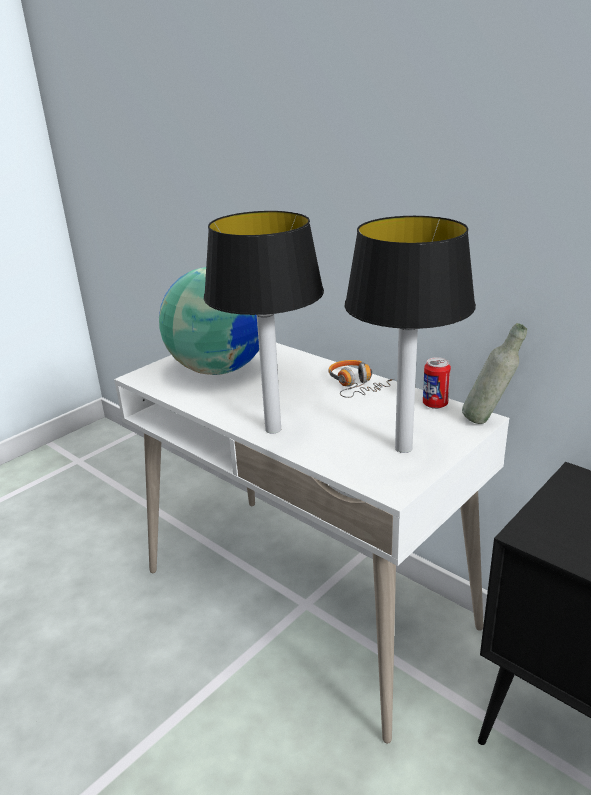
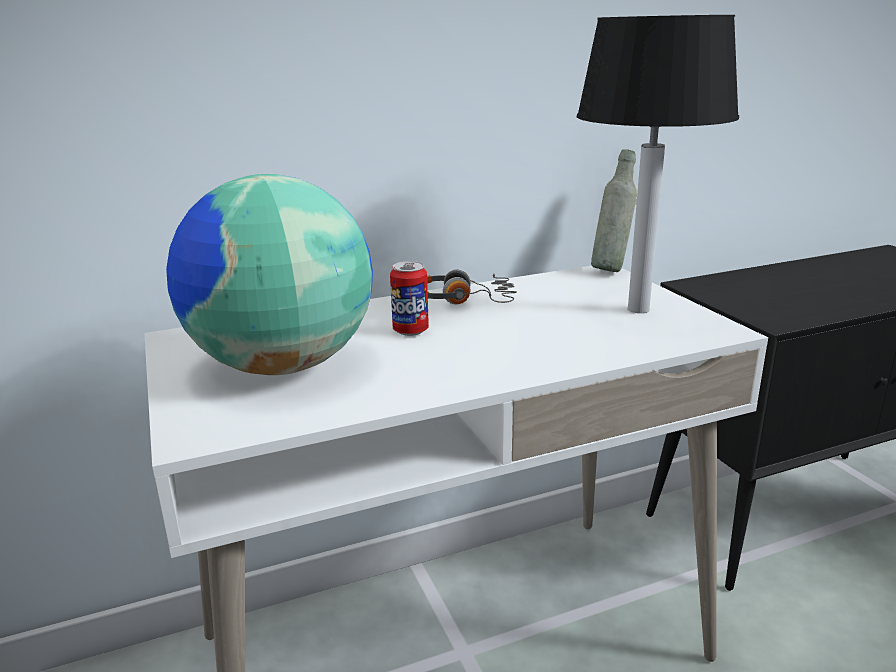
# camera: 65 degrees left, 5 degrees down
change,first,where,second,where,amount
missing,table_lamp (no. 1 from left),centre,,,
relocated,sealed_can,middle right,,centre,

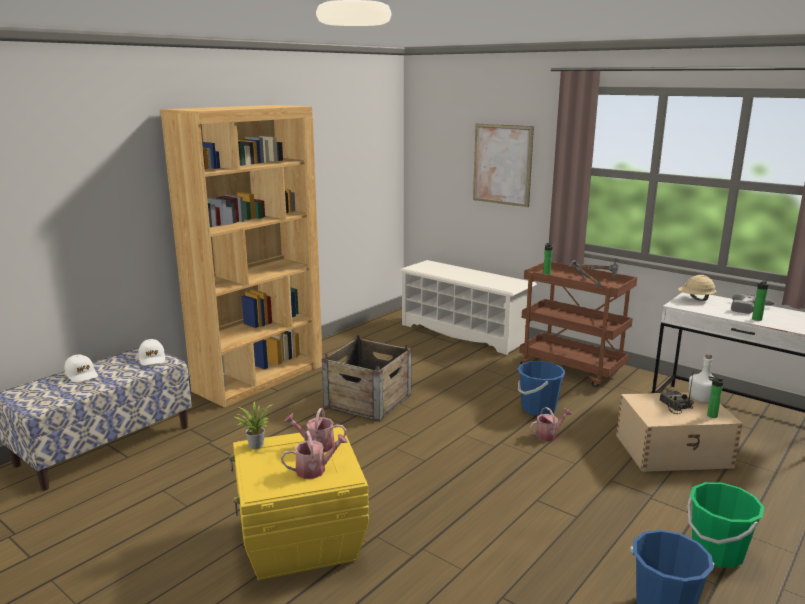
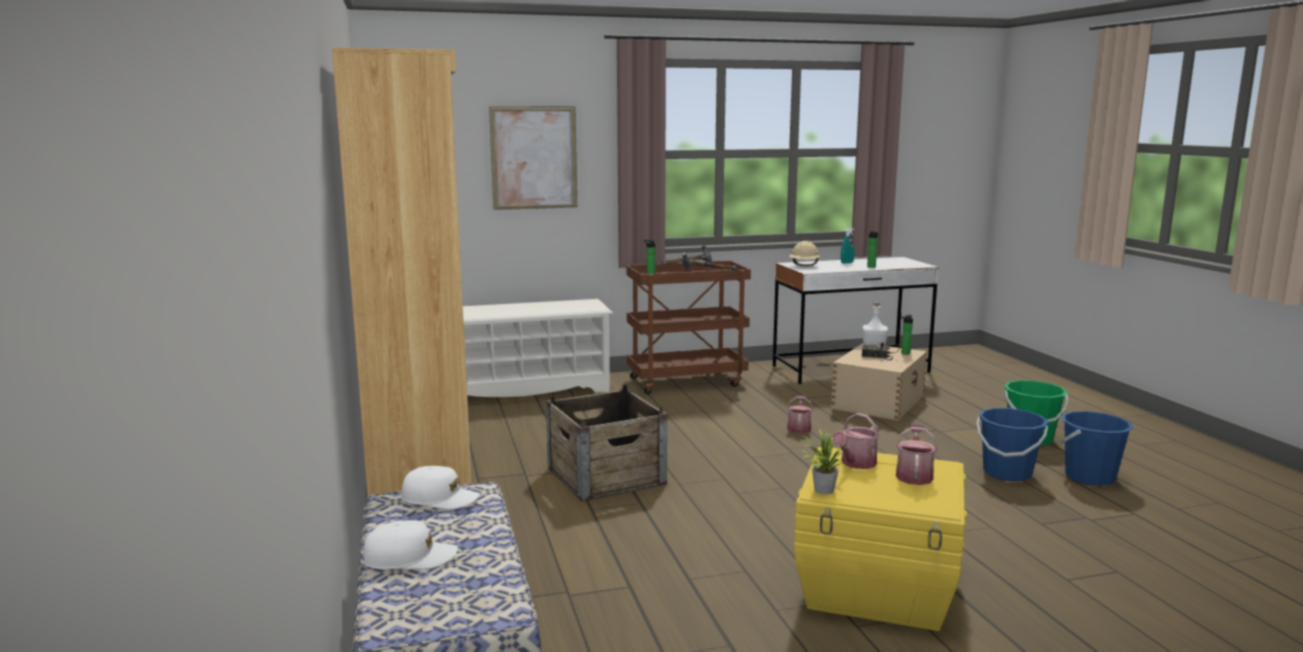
# camera: 55 degrees left, 5 degrees down
change,first,where,second,where,amount
relocated,blue_bucket (no. 1 from left),middle right,,bottom right,
exchanged,power_drill,middle right,blue-green_spray_bottle,centre,

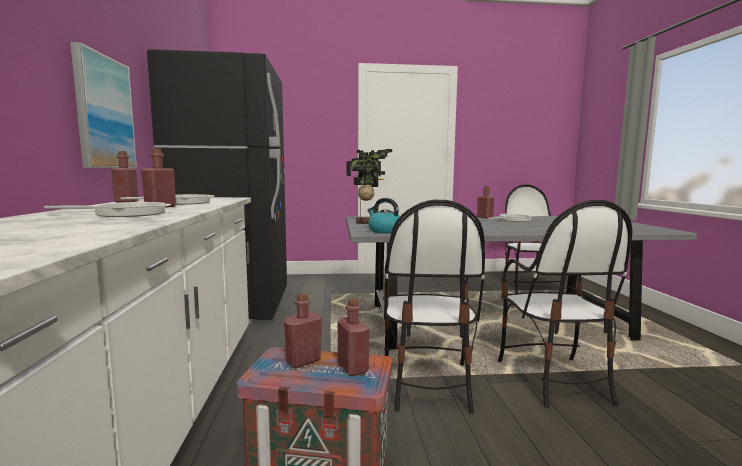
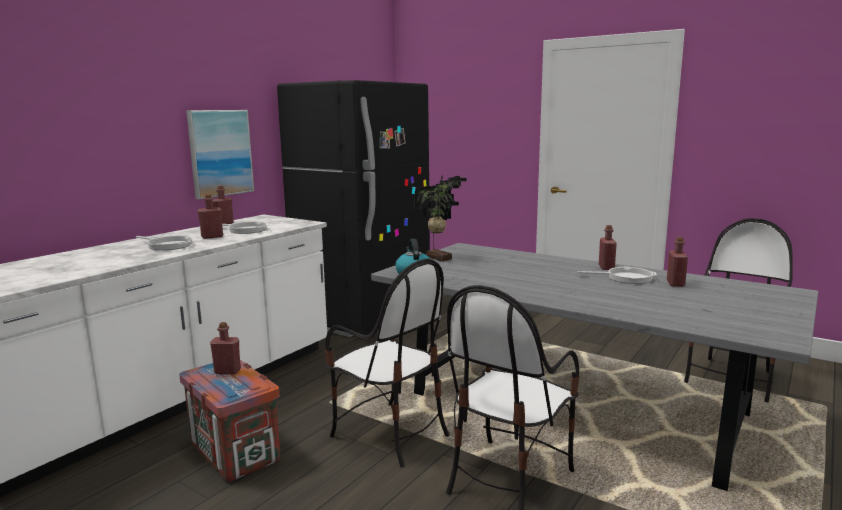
# camera: 40 degrees right, 5 degrees up
change,first,where,second,where,amount
relocated,red_bottle (no. 4 from left in the first image),bottom centre,red_bottle (no. 5 from left),middle right,
spun,plain_chair (no. 1 from left),centre,,bottom centre,90 degrees counterclockwise

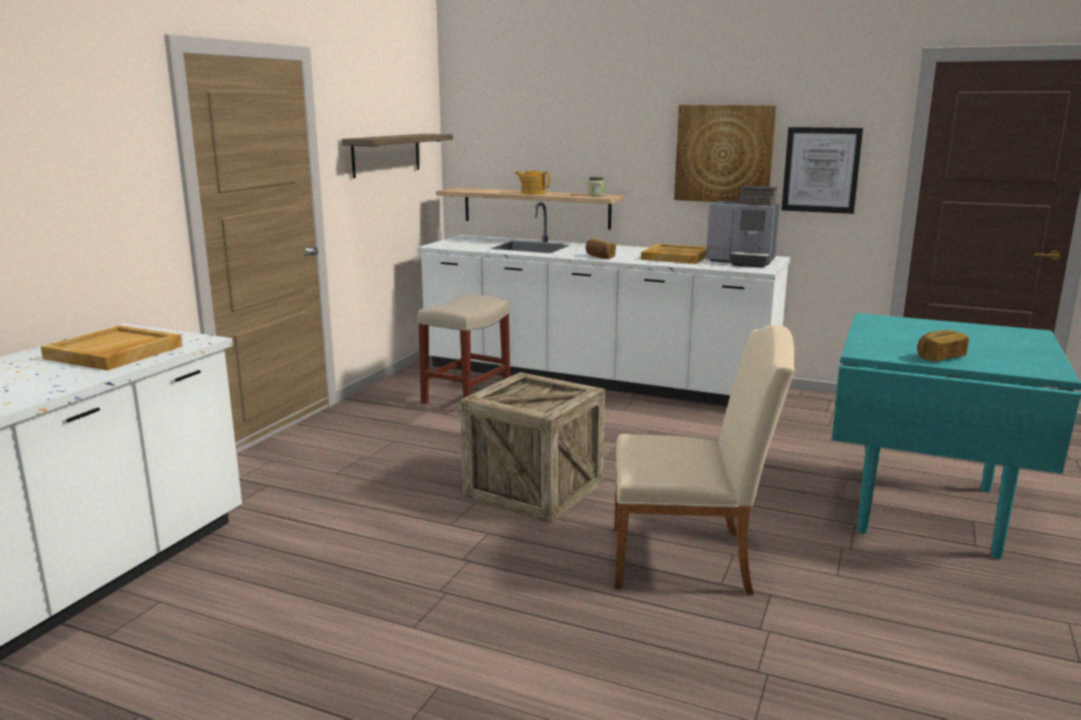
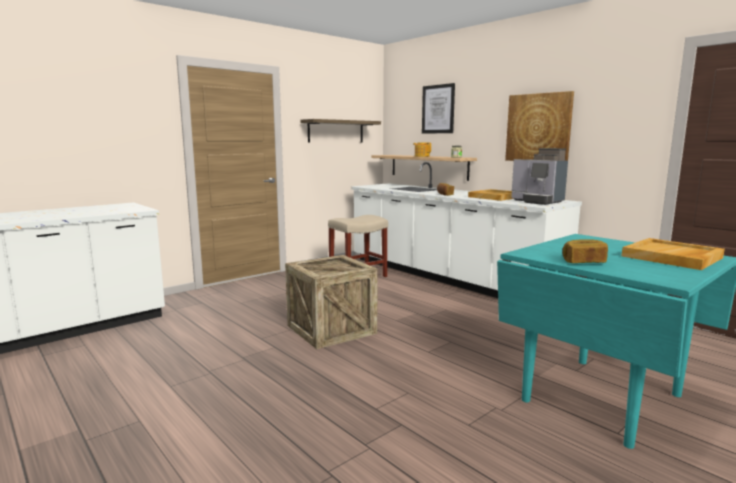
# camera: 25 degrees right, 5 degrees down
change,first,where,second,where,amount
missing,beige_plain_chair,centre,,,
relocated,beige_tray (no. 1 from left in the first image),middle left,beige_tray (no. 2 from left),middle right,
relocated,picture (no. 2 from left in the first image),top right,picture (no. 1 from left),top centre,

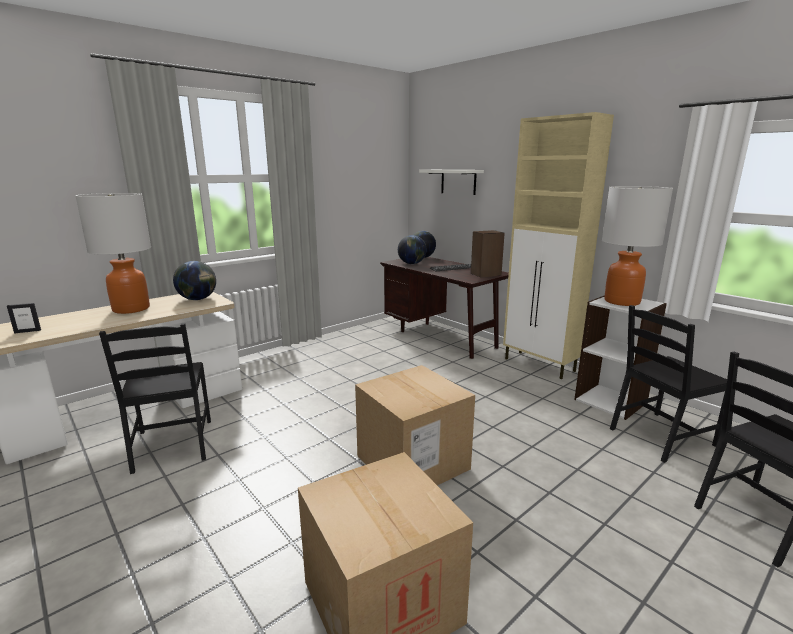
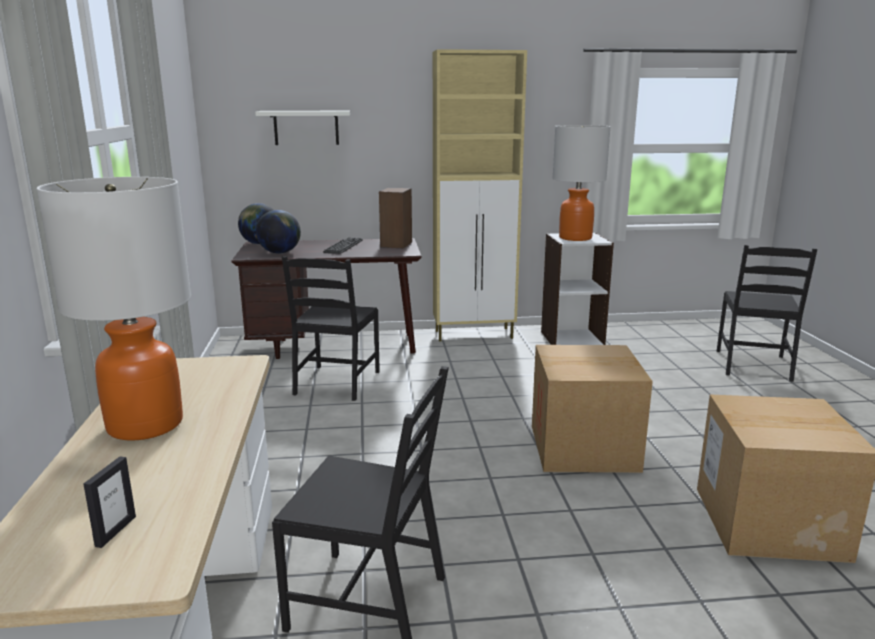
# camera: 55 degrees left, 0 degrees up
change,first,where,second,where,amount
missing,desk_globe (no. 1 from left),middle left,,,
relocated,black_plain_chair (no. 2 from left in the first image),middle right,black_plain_chair (no. 1 from left),centre,

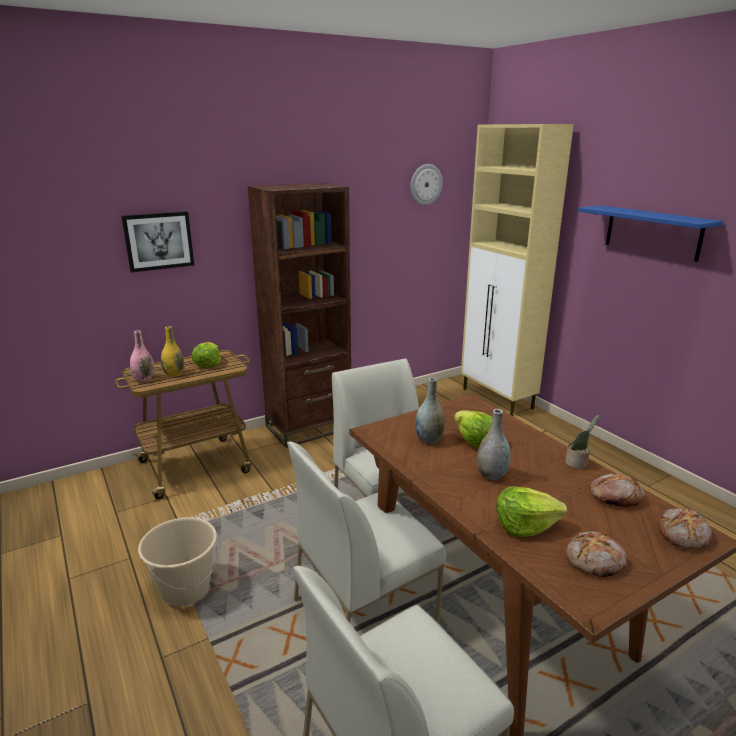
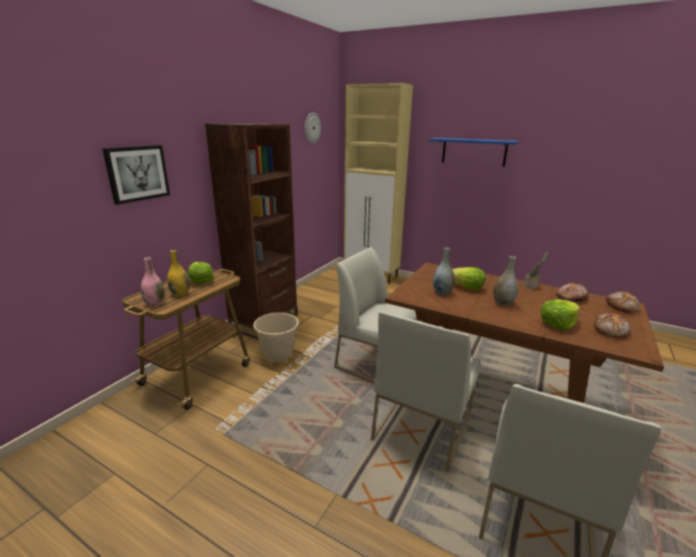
# camera: 30 degrees left, 0 degrees up
change,first,where,second,where,amount
relocated,beige_bucket,bottom left,,centre,

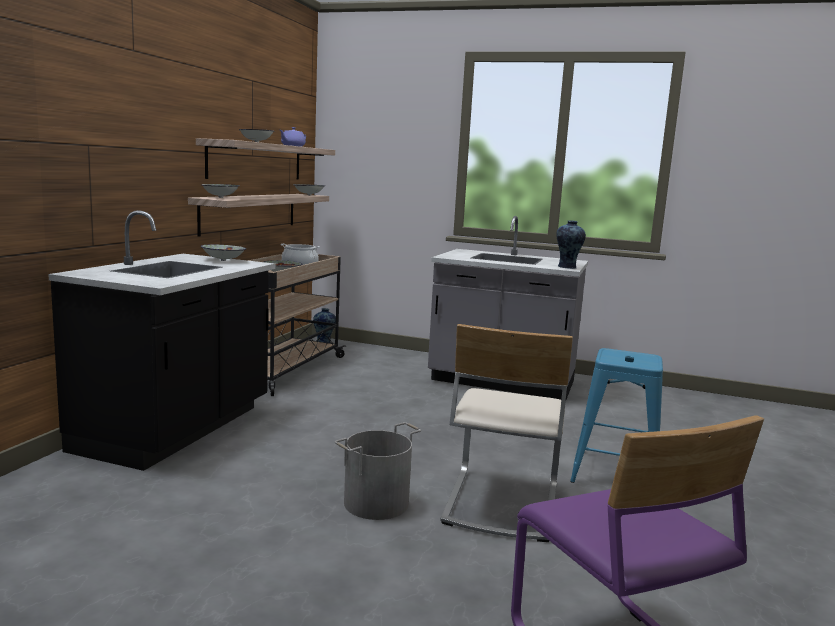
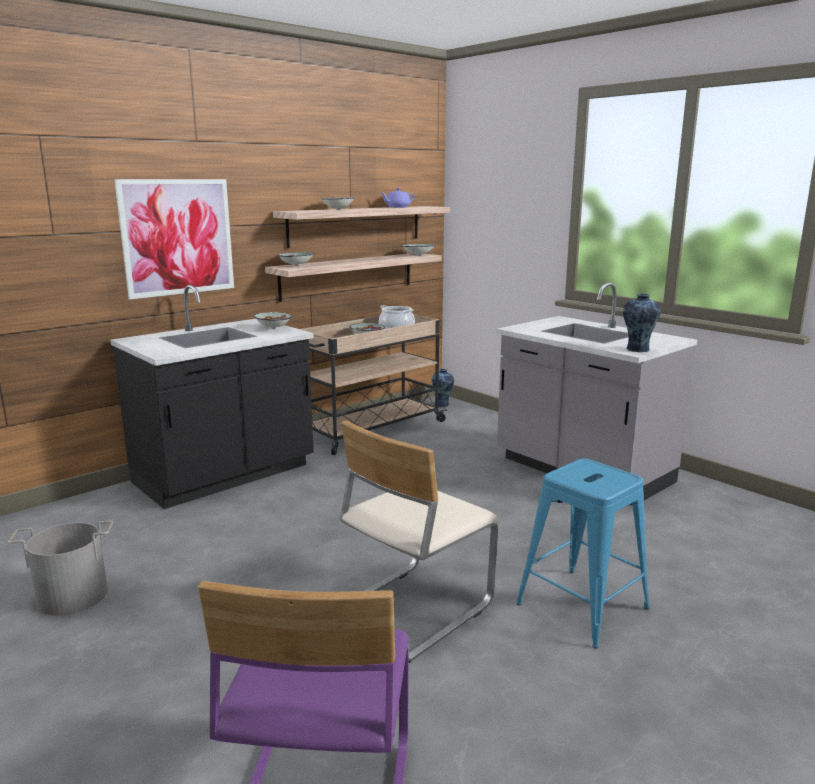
# camera: 30 degrees right, 5 degrees up
change,first,where,second,where,amount
appeared,,,picture,top left,
relocated,gray_bucket,bottom centre,,bottom left,

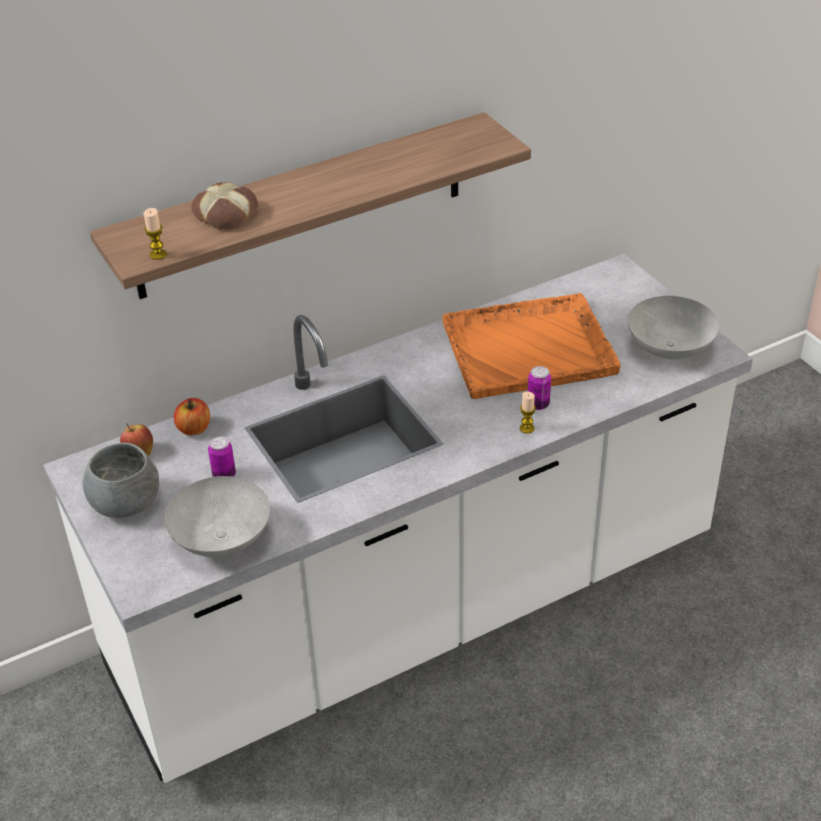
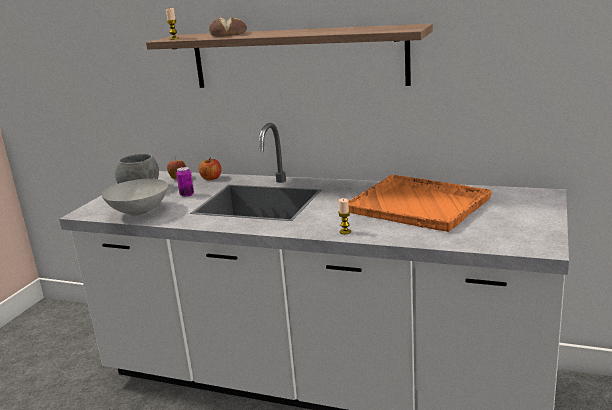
# camera: 50 degrees right, 20 degrees down
change,first,where,second,where,amount
missing,sealed_can (no. 2 from left),centre,,,
missing,gray_bowl (no. 3 from left),middle right,,,

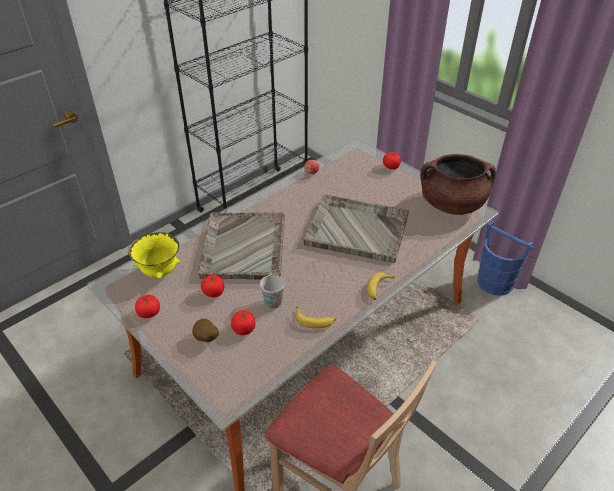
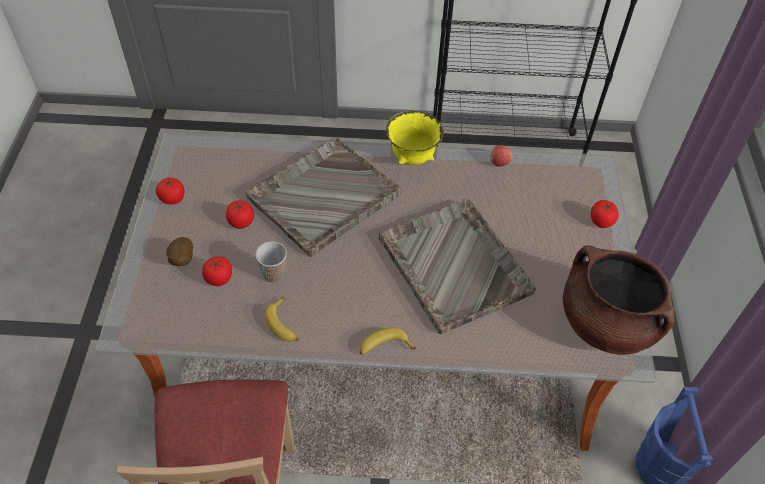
# camera: 45 degrees right, 10 degrees up
change,first,where,second,where,amount
relocated,yellow_bowl,middle left,,top centre,

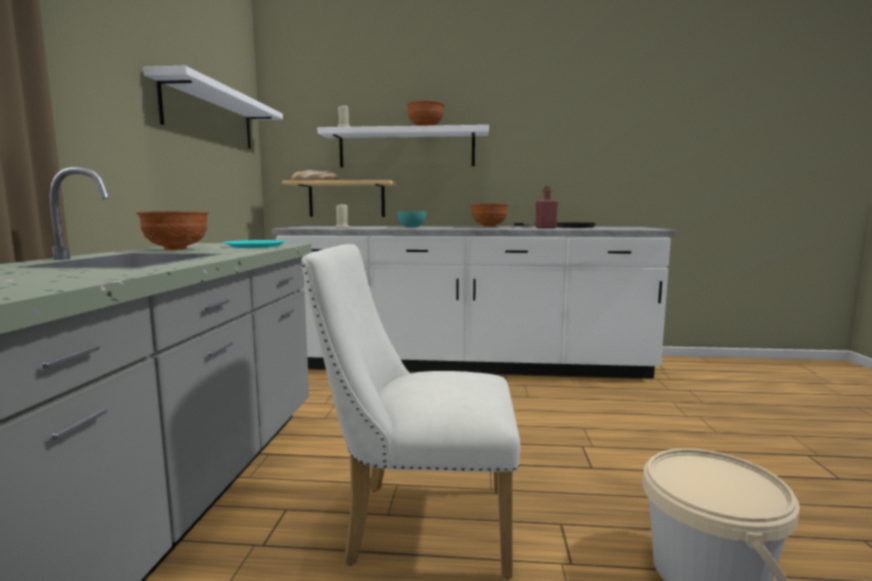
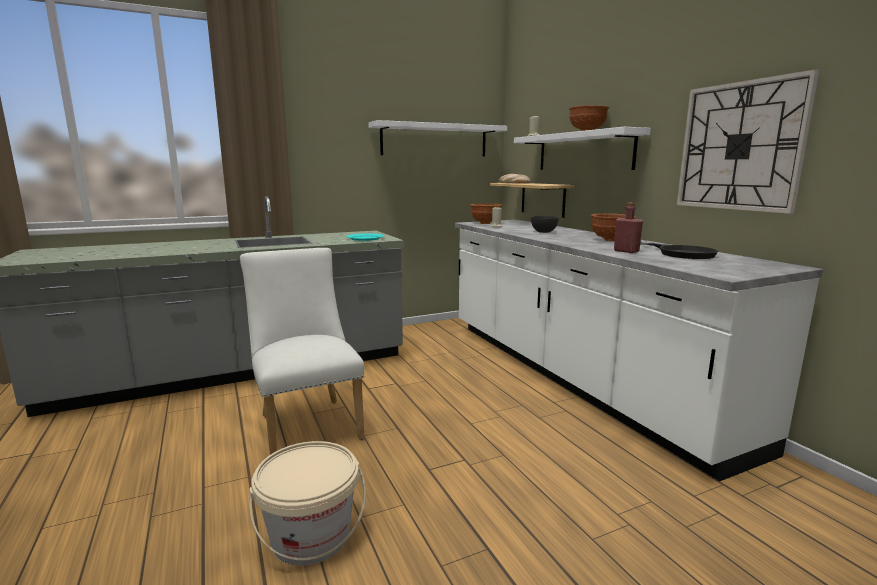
# camera: 60 degrees right, 5 degrees up
change,first,where,second,where,amount
appeared,,,wall_clock,top right,
relocated,brown-coloured_bowl (no. 1 from left),middle left,,centre,
colour,blue-green_bowl,centre,gray_bowl,centre,

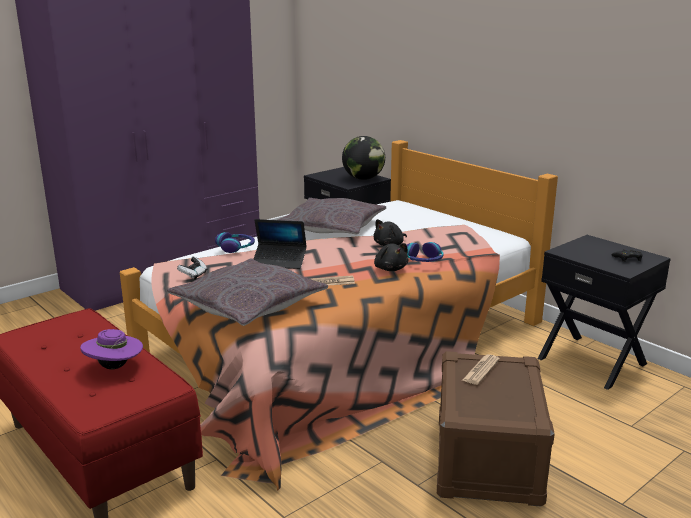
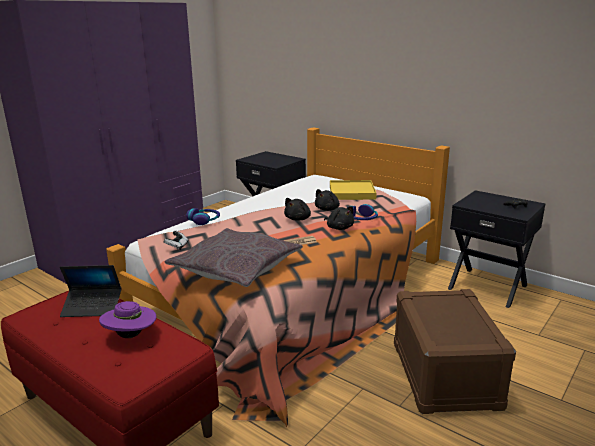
# camera: 10 degrees left, 0 degrees up
change,first,where,second,where,amount
missing,gray_pillow (no. 2 from left),centre,,,
missing,desk_globe,top centre,,,
missing,printed_paper (no. 2 from left),bottom right,,,
appeared,,,black_plush_toy (no. 1 from left),centre,
appeared,,,yellow_tray,centre,
relocated,laptop,centre,,middle left,

